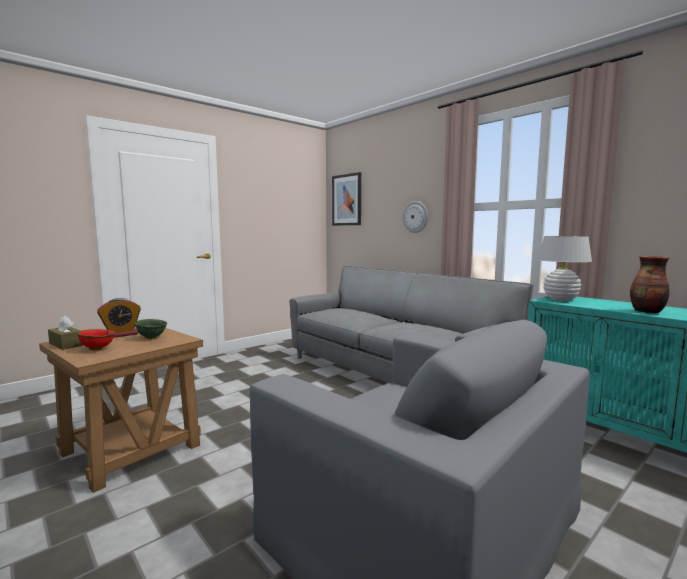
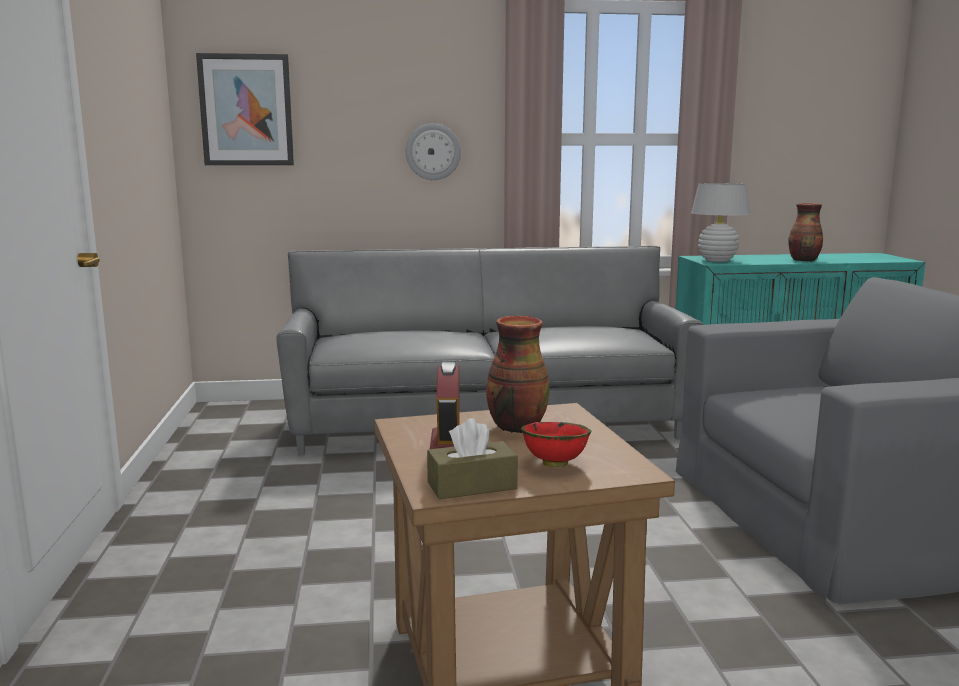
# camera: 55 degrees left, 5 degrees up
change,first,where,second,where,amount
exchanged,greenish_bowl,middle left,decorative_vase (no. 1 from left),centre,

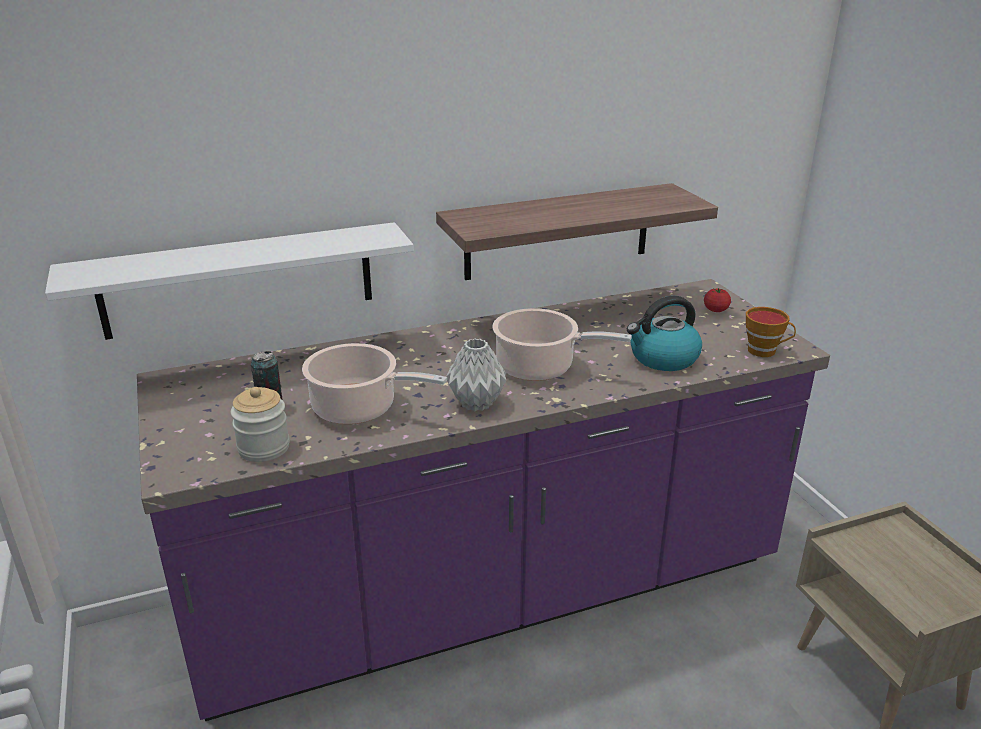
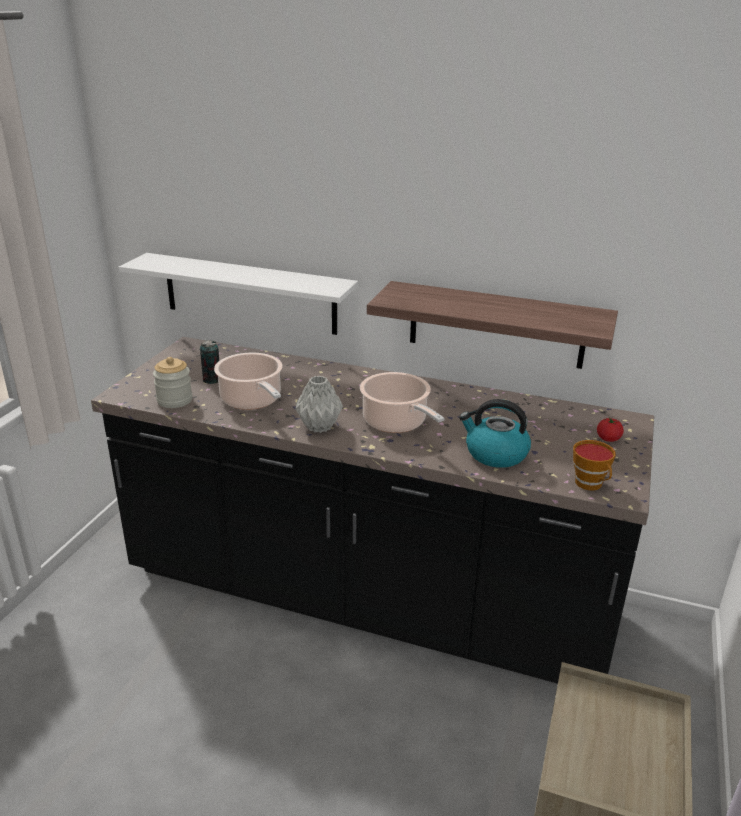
# camera: 40 degrees right, 0 degrees up
change,first,where,second,where,amount
colour,purple_kitchen_base_unit,bottom centre,black_kitchen_base_unit,centre,

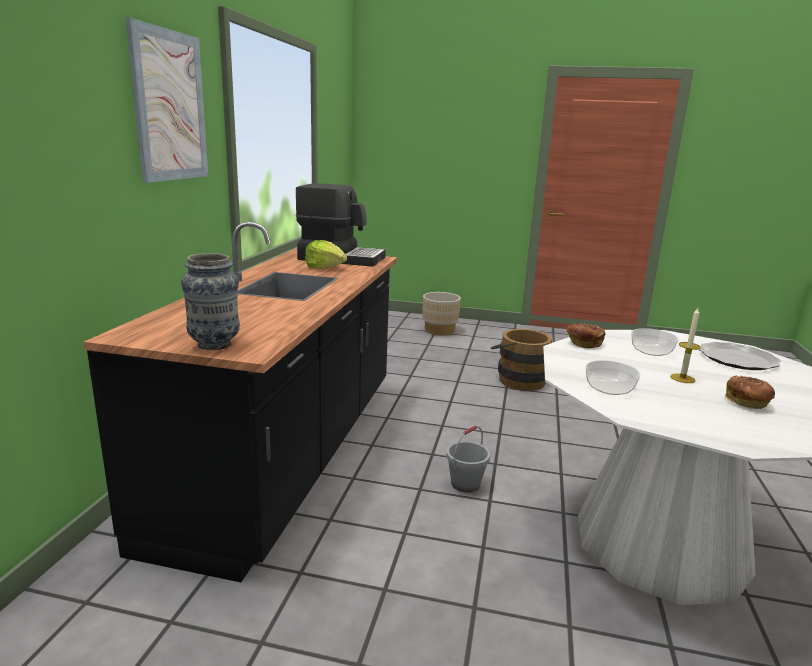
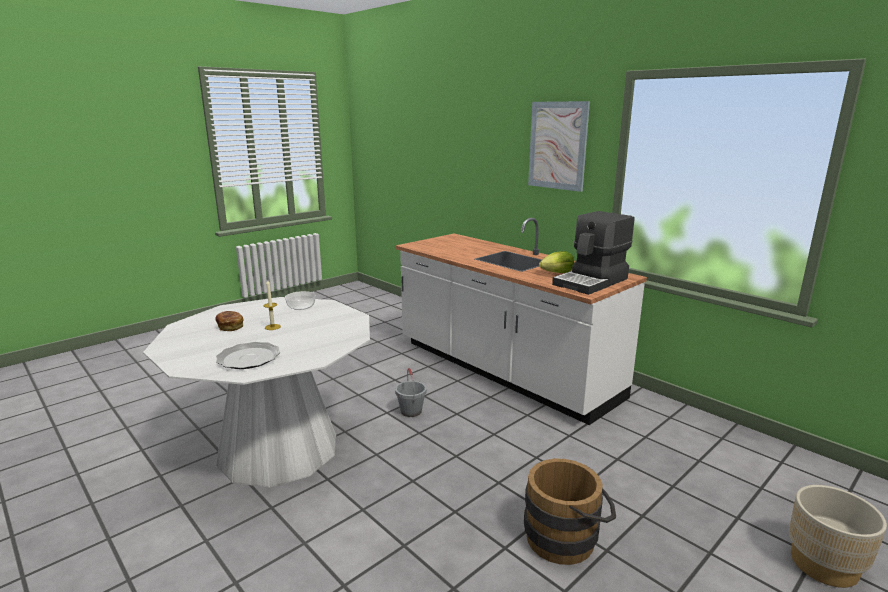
# camera: 125 degrees right, 0 degrees up
change,first,where,second,where,amount
missing,decorative_vase,middle left,,,
missing,bread (no. 1 from left),middle right,,,
missing,bowl (no. 2 from left),middle right,,,
colour,black_kitchen_base_unit,middle left,whitish_kitchen_base_unit,centre,

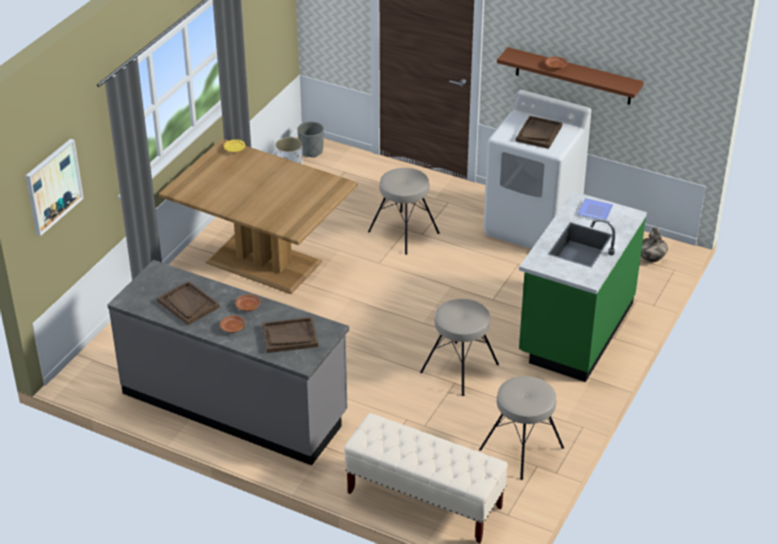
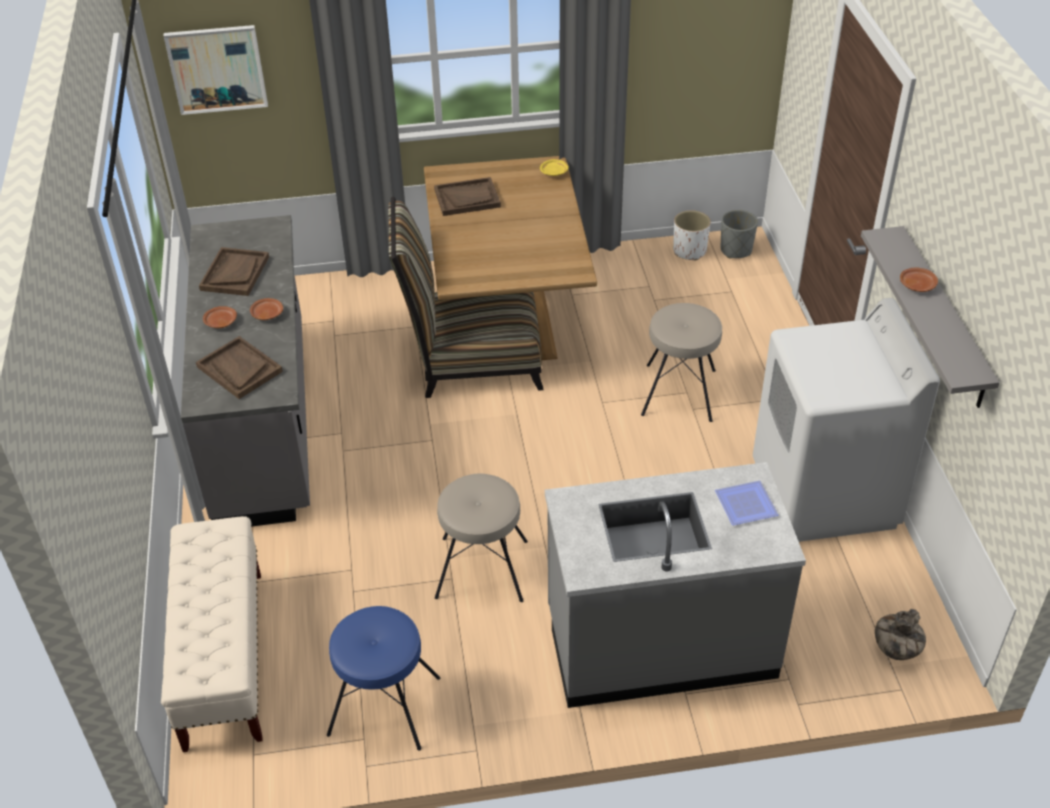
# camera: 55 degrees right, 5 degrees up
change,first,where,second,where,amount
appeared,,,plain_chair,centre,
relocated,brown-coloured_tray (no. 3 from left),top right,,top centre,
colour,beige_stool_seat (no. 3 from left),bottom right,blue_stool_seat,bottom centre,
colour,brown-coloured_bracket_shelf,top right,gray_bracket_shelf,middle right,
colour,greenish_kitchen_base_unit,middle right,gray_kitchen_base_unit (no. 2 from left),bottom centre,

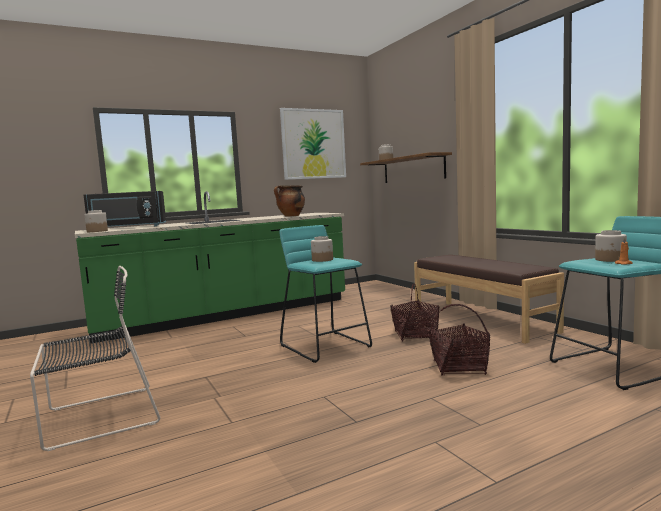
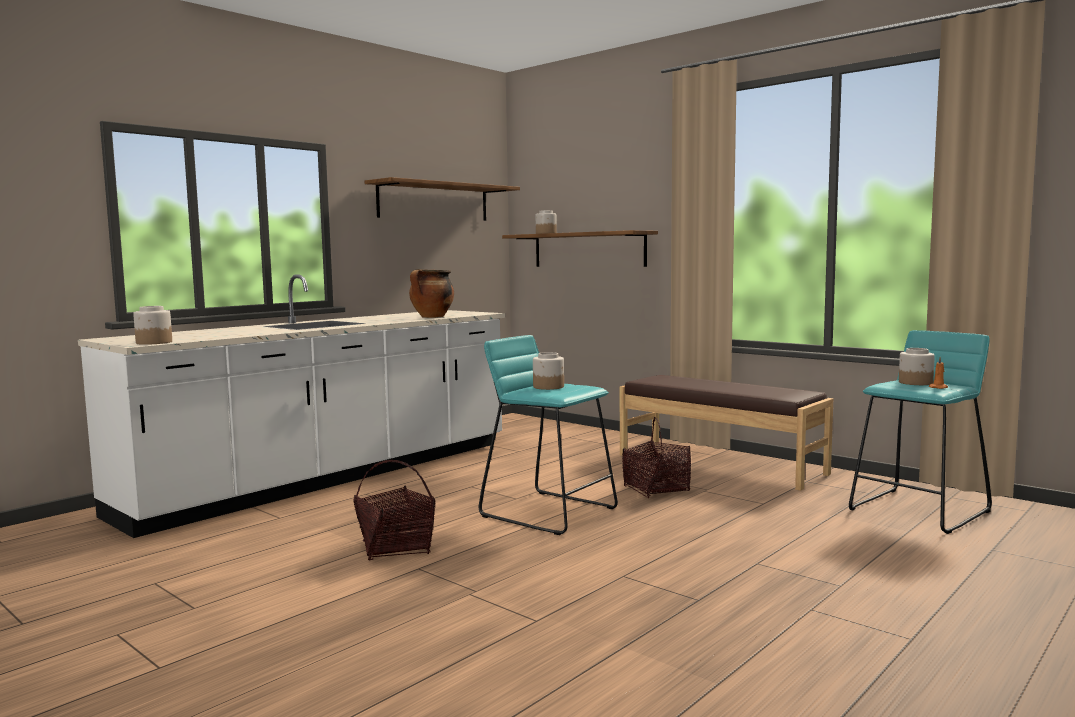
# camera: 20 degrees left, 0 degrees up
change,first,where,second,where,amount
missing,black_plain_chair,bottom left,,,
missing,black_kitchen_microwave,middle left,,,
relocated,storage_basket (no. 2 from left in the first image),middle right,storage_basket (no. 1 from left),bottom centre,
exchanged,picture,top centre,bracket_shelf (no. 1 from left),top centre,
colour,greenish_kitchen_base_unit,middle left,whitish_kitchen_base_unit,middle left,

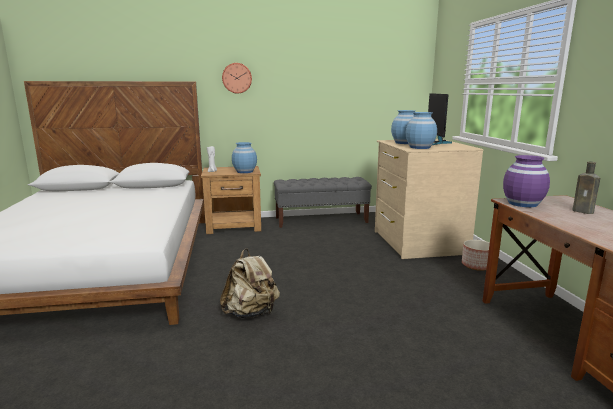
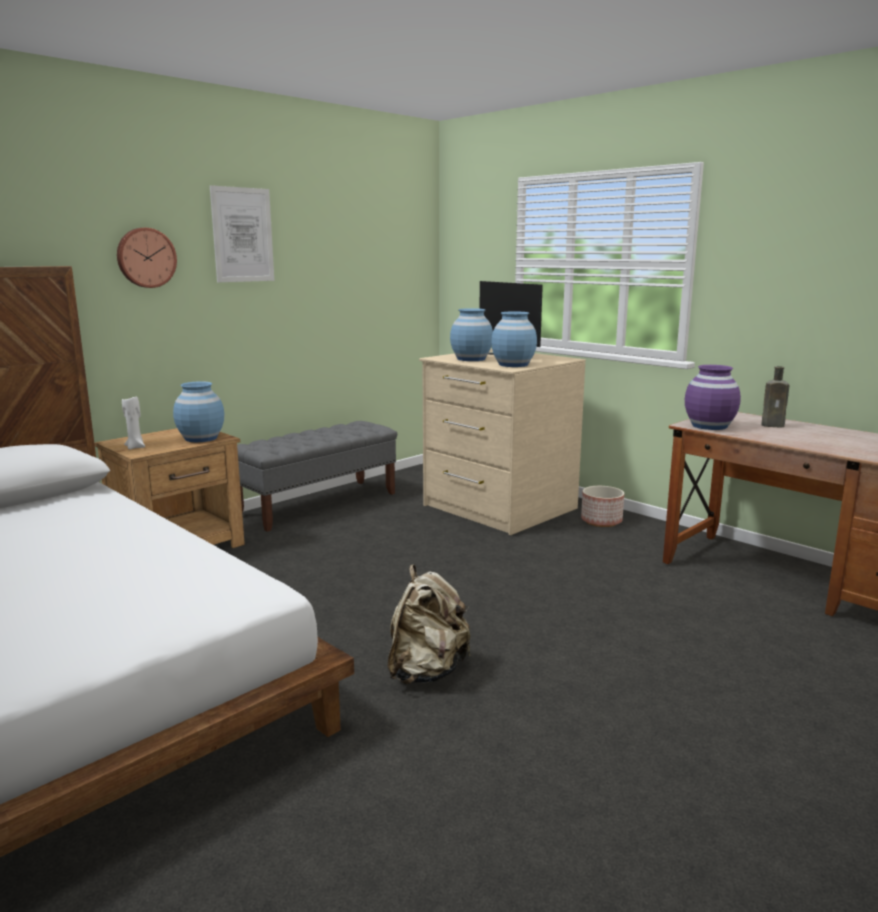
# camera: 35 degrees left, 0 degrees up
change,first,where,second,where,amount
appeared,,,picture,top left,

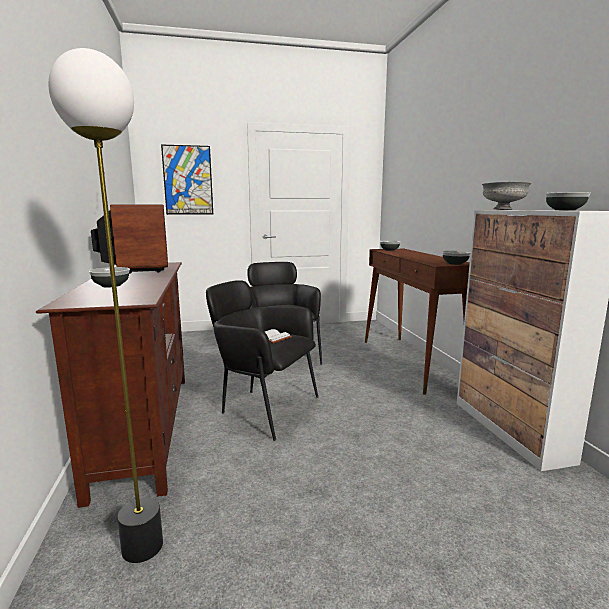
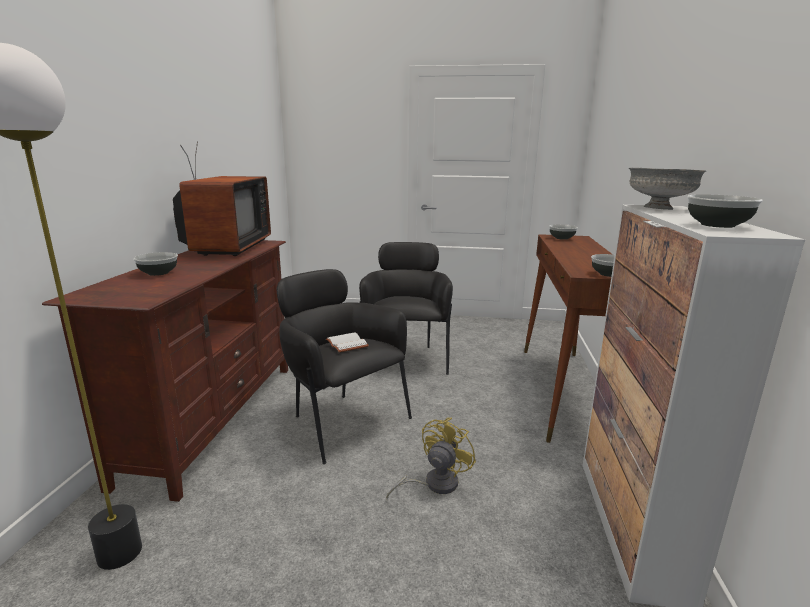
# camera: 20 degrees right, 5 degrees up
change,first,where,second,where,amount
missing,picture,top left,,,
appeared,,,yellow_electric_fan,bottom centre,

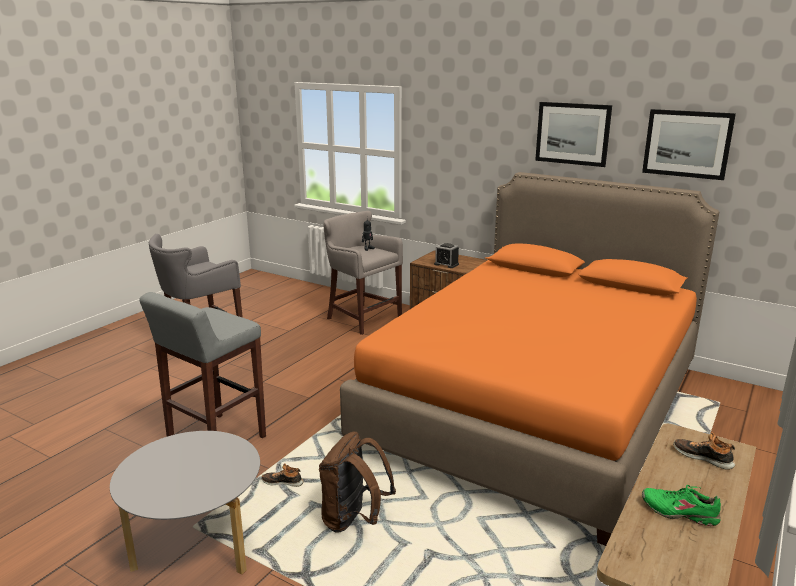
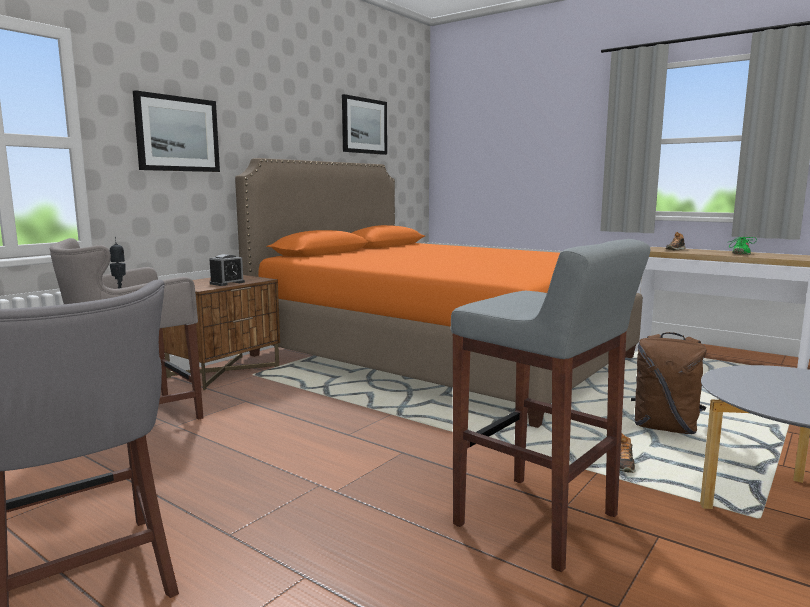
# camera: 85 degrees left, 10 degrees down
change,first,where,second,where,amount
relocated,picture (no. 1 from left),top right,,top left,

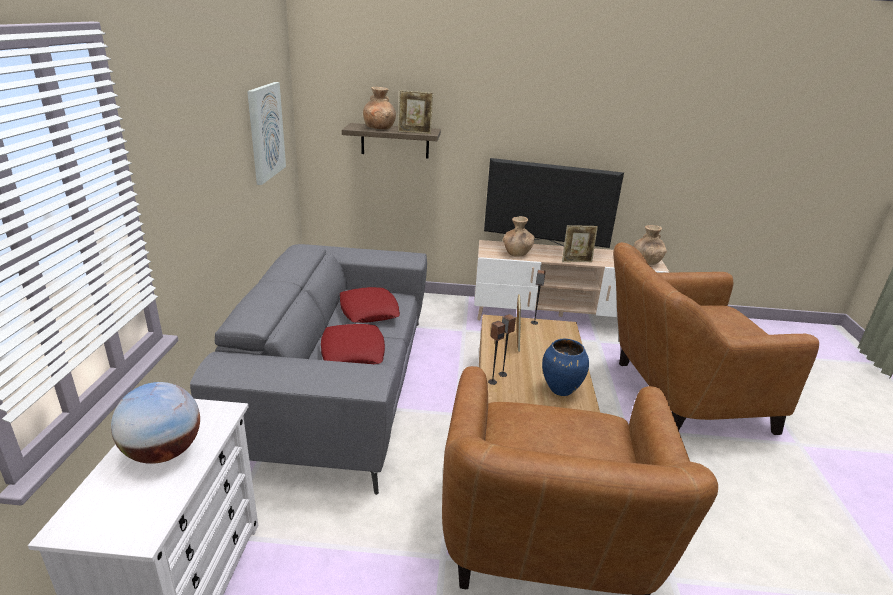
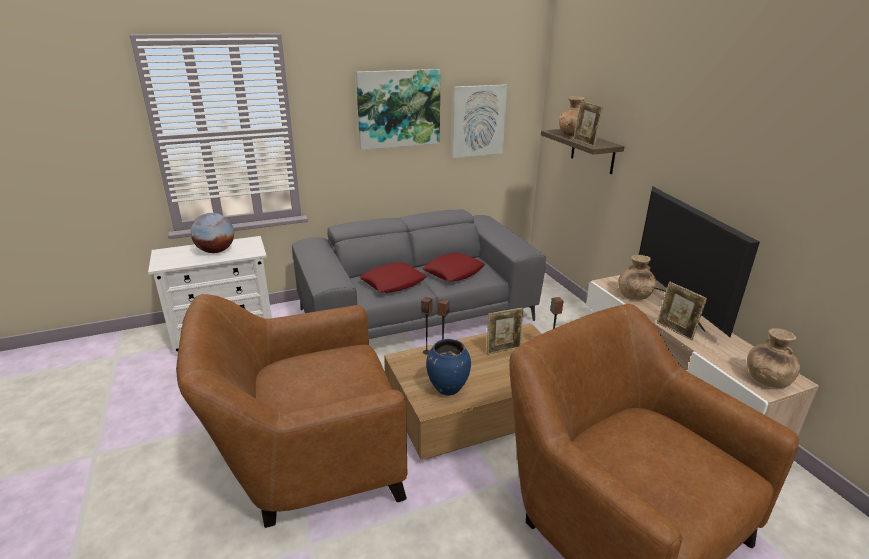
# camera: 65 degrees right, 0 degrees up
change,first,where,second,where,amount
appeared,,,picture (no. 1 from left),top centre,

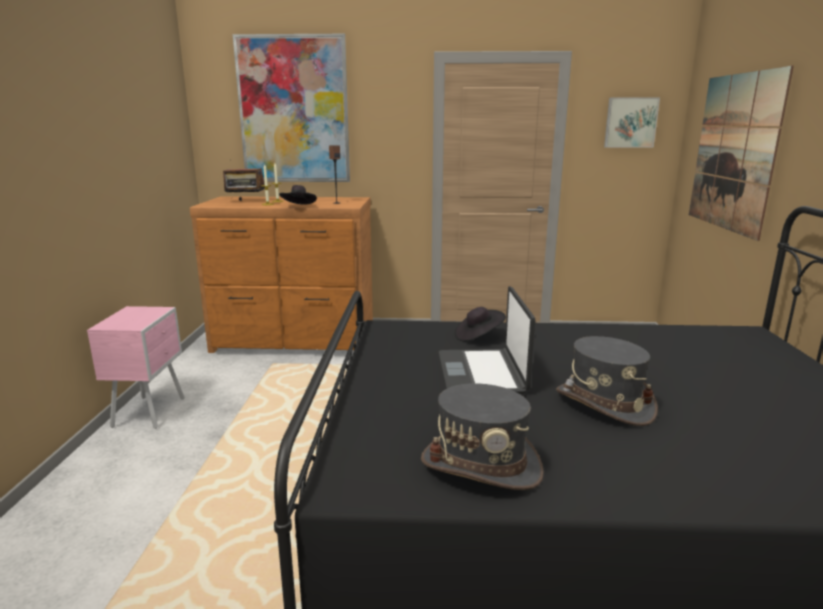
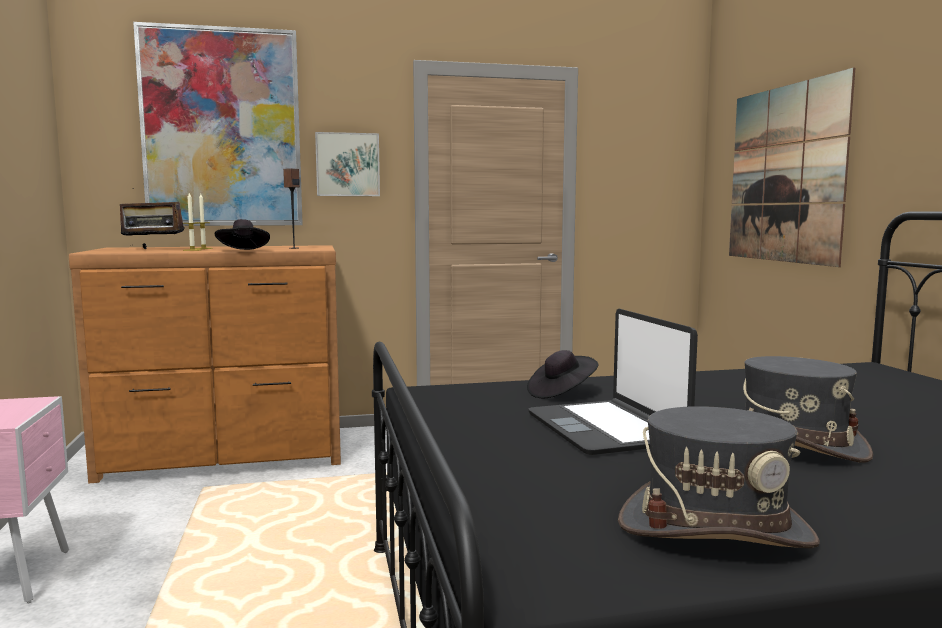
# camera: 15 degrees left, 10 degrees down
change,first,where,second,where,amount
relocated,picture (no. 2 from left),top right,,top centre,

